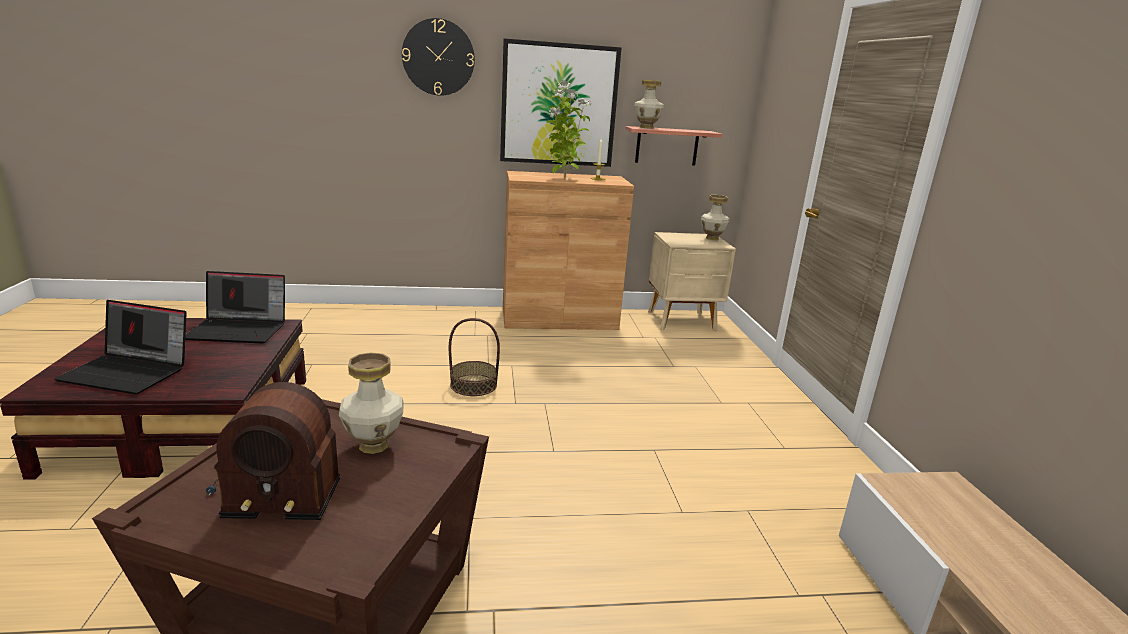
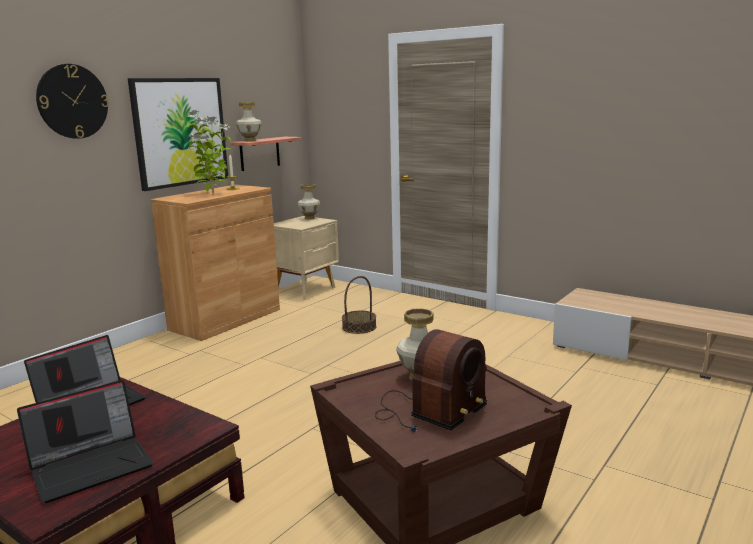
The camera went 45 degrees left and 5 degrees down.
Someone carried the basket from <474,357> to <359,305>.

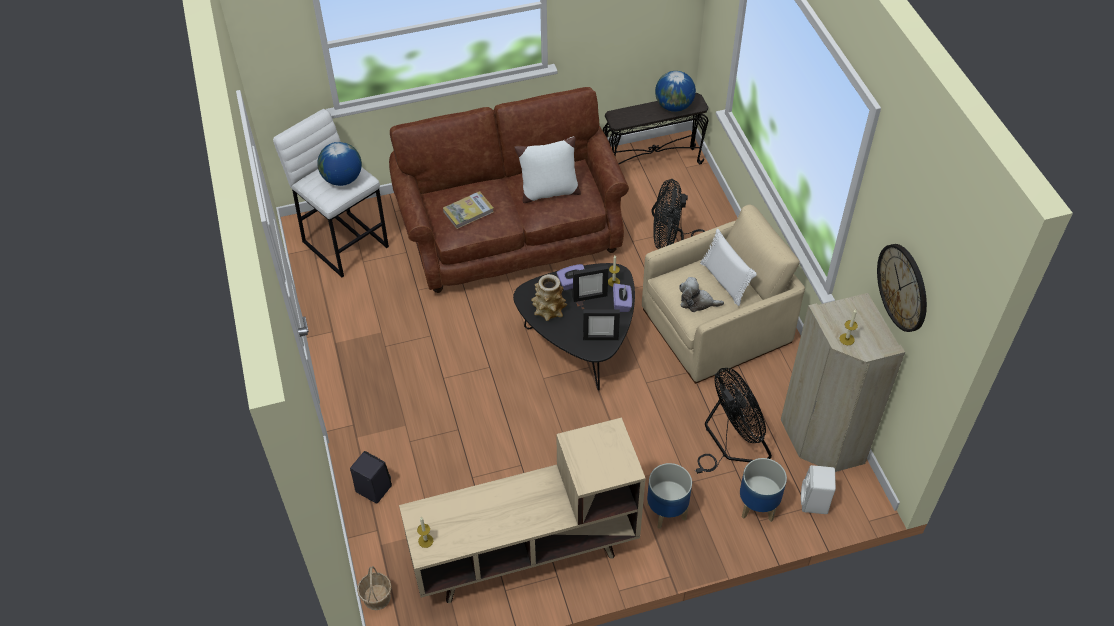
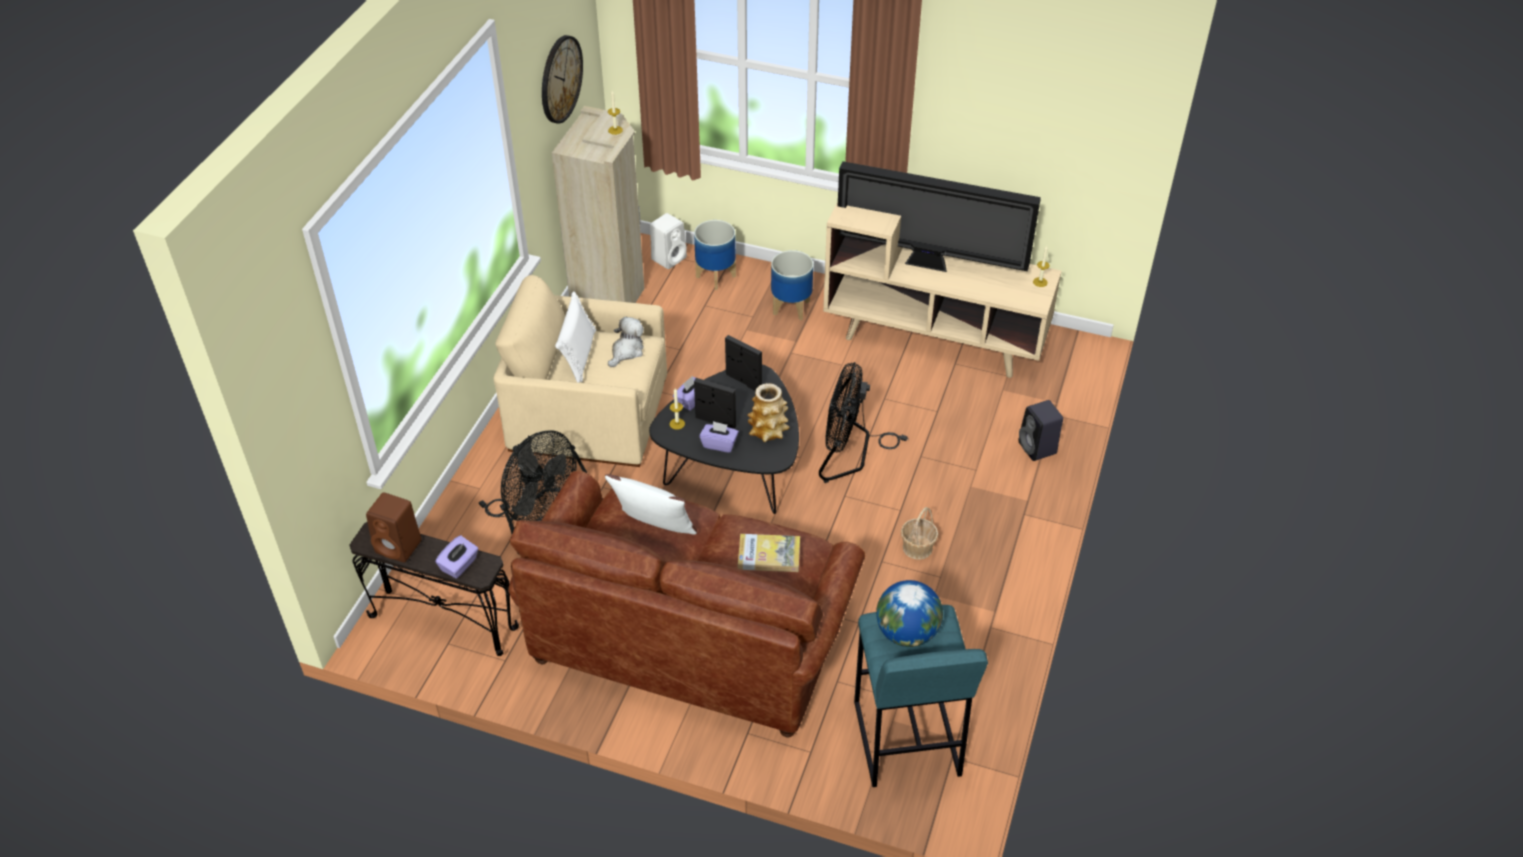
The camera went 145 degrees left and 5 degrees down.
Someone swapped the desk globe at <675,91> for the brown speaker at <394,527>.
Someone repainted the whitish sitting stool at <331,193>, which became the turquoise sitting stool at <921,696>.
Someone rotated the plush toy at <702,294> by 105 degrees counterclockwise.
Someone carried the black-coloured cooling fan from <733,421> to <863,422>.
Someone carried the basket from <374,588> to <919,533>.
Someone put down the TV set at <939,216>.
Someone put down the purple-coloured box of tissues at <456,556>.

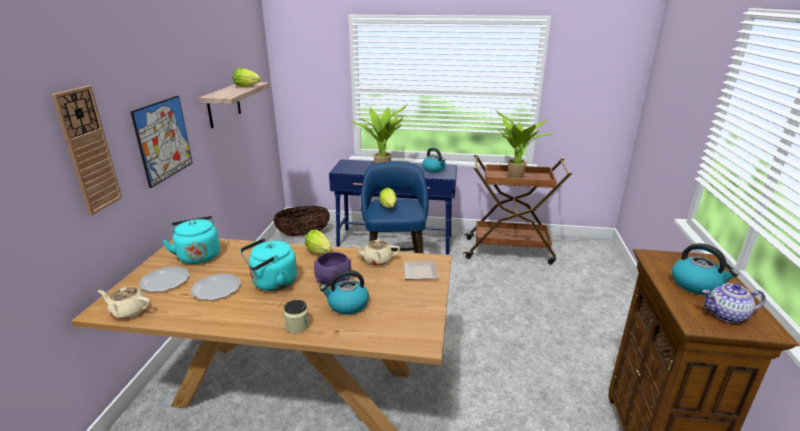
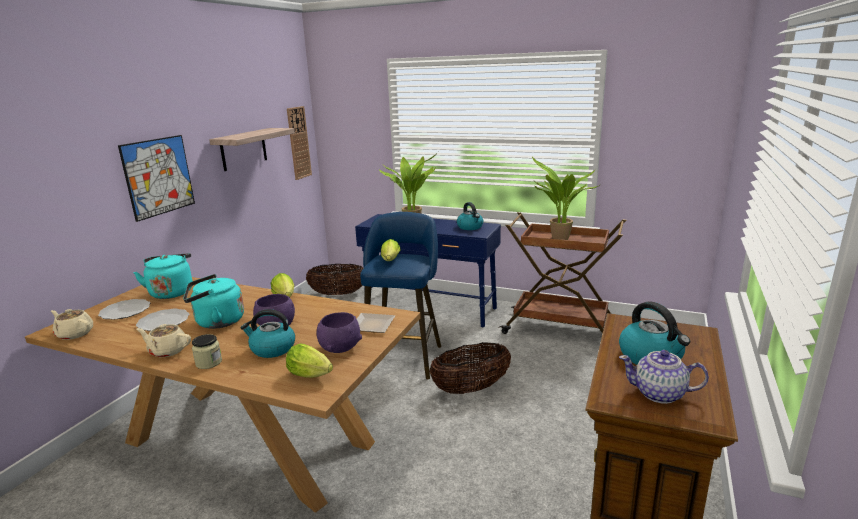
The camera went 15 degrees right and 5 degrees down.
Someone carried the lettuce head from <247,77> to <309,361>.
Someone carried the hanging clock from <86,150> to <299,143>.
Someone carried the beige-coloured pot for tea from <376,252> to <163,340>.
Someone put down the purple-coloured serving bowl at <339,332>.
Someone put down the basket at <470,368>.

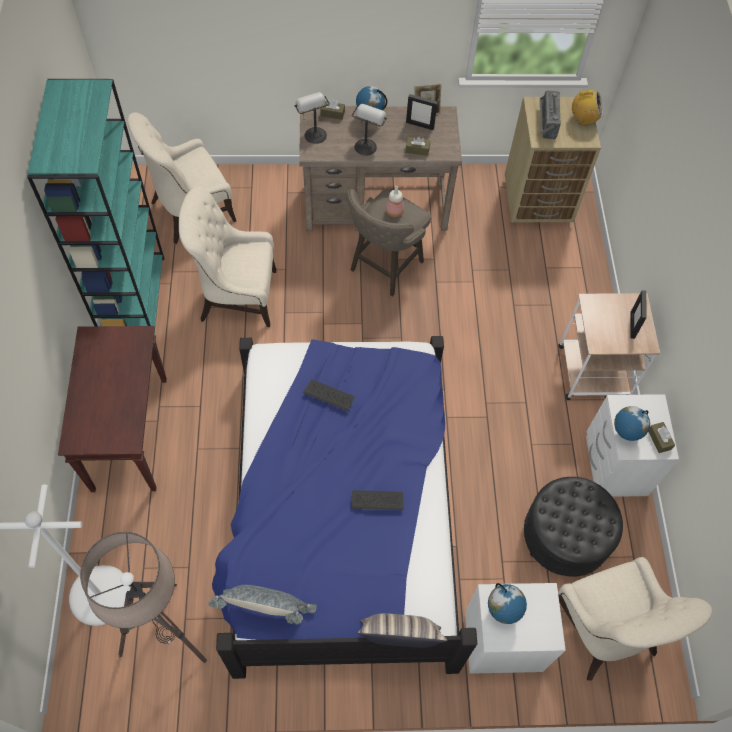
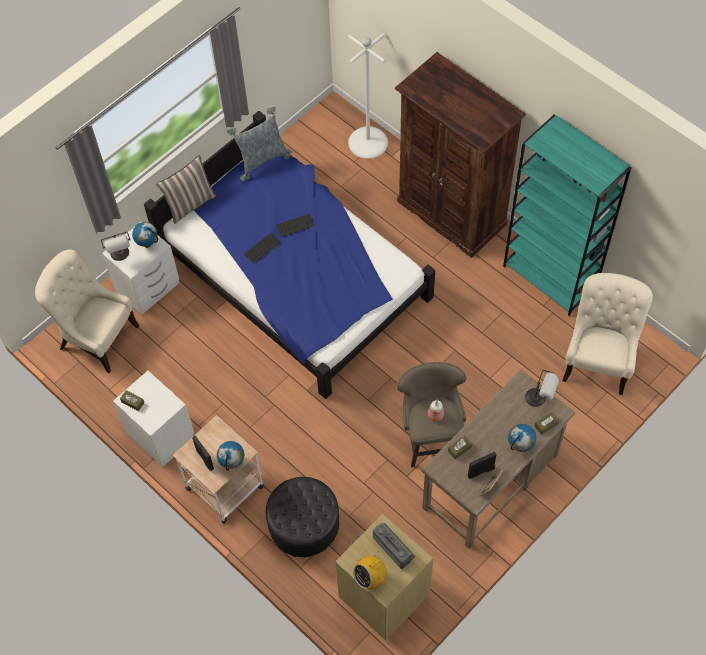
The camera went 140 degrees right and 0 degrees up.
Someone carried the table lamp from <369,130> to <116,246>.
Someone took away the beige-coloured easy chair at <228,256>.
Someone swapped the brown narrow table at <112,409> for the brown wardrobe at <460,155>.
Someone carried the keyboard from <329,395> to <295,225>.
Someone carried the desk globe from <632,423> to <230,456>.
Someone carried the black-coloured footrest from <573,527> to <302,517>.
Someone took away the standard lamp at <143,597>.

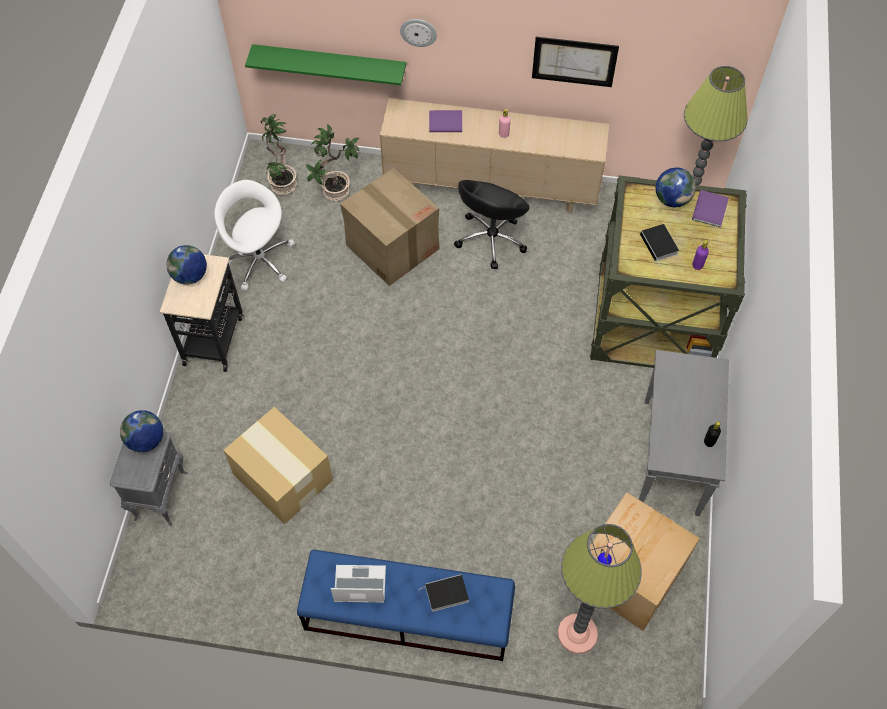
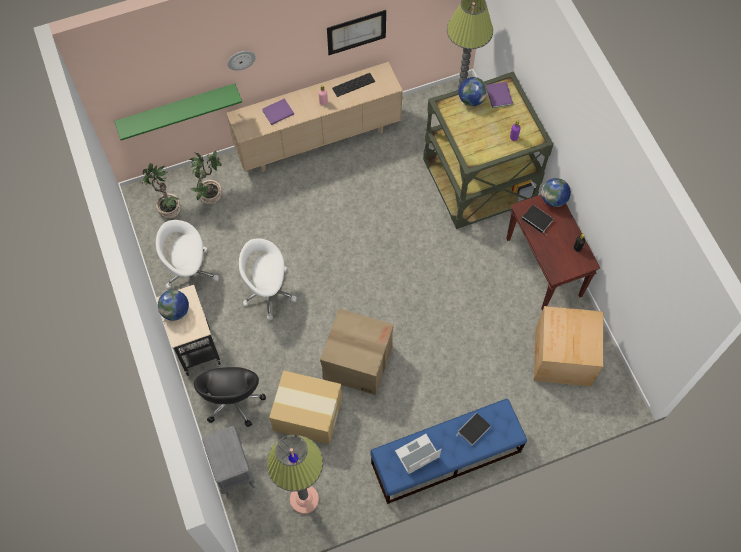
The camera went 30 degrees left and 5 degrees up.
Someone carried the packing box from <390,227> to <357,351>.
Someone carried the black-coloured desk chair from <492,224> to <230,397>.
Someone carried the bound book from <659,245> to <537,219>.
Someone repainted the gray narrow table at <684,433>, which became the brown narrow table at <553,253>.
Someone carried the desk globe from <141,431> to <556,192>.
Someone carried the standard lamp from <600,589> to <294,474>.
Someone put down the keyboard at <353,85>.
Someone put down the whitish desk chair at <268,279>.

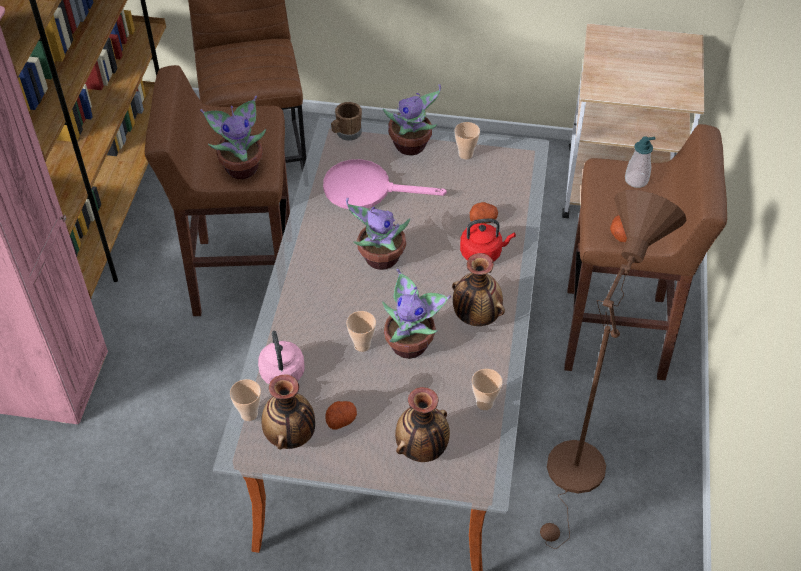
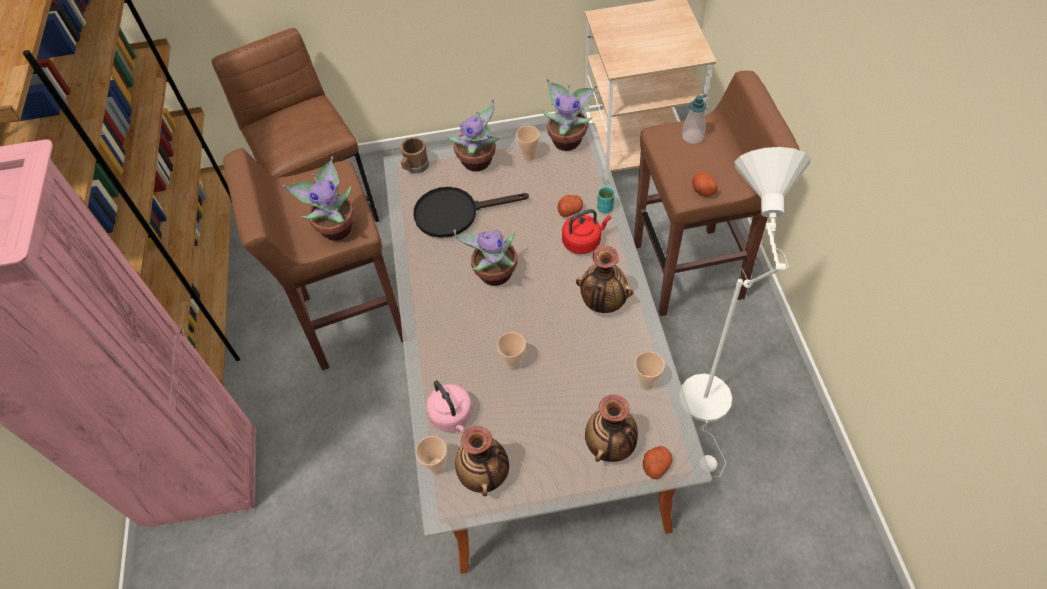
The camera went 15 degrees left and 5 degrees up.
Someone repainted the pink-coloured pan at <385,184>, which became the black-coloured pan at <471,212>.
Someone repainted the brown standard lamp at <613,369>, which became the whitish standard lamp at <746,312>.
Someone carried the plant in a pot from <416,314> to <569,115>.
Someone carried the potato from <341,415> to <657,462>.
Someone put down the turquoise drinking cup at <606,200>.

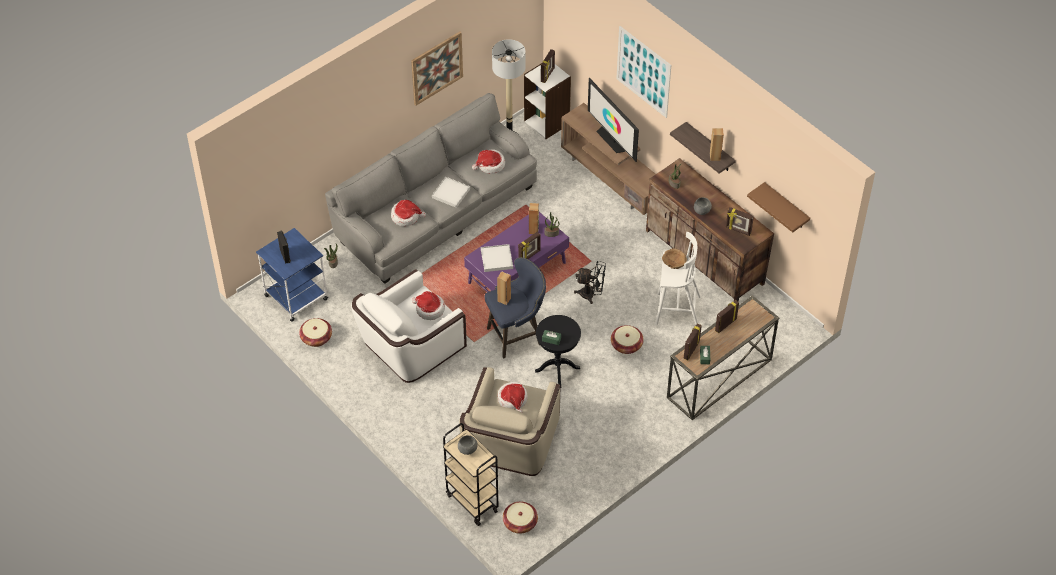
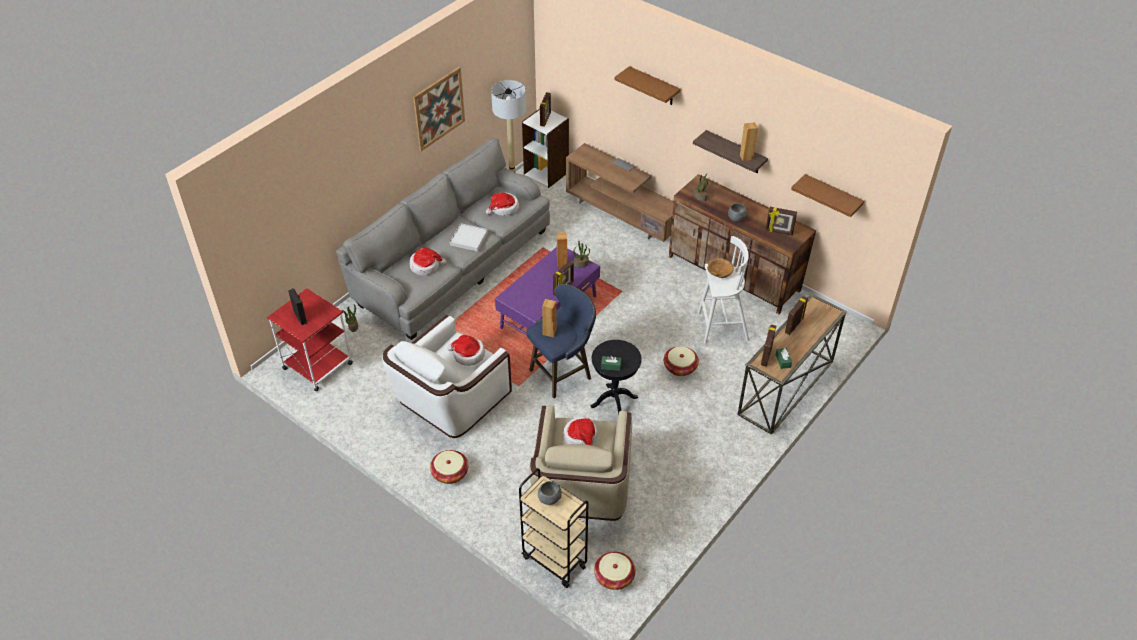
The camera went 10 degrees left and 5 degrees down.
Someone swapped the wall picture at <643,72> for the brown wall shelf at <647,85>.
Someone took away the TV set at <613,120>.
Someone repainted the blue trolley at <292,274>, which became the red trolley at <310,339>.
Someone took away the whitish serving tray at <497,258>.
Someone took away the black-coloured cooling fan at <590,282>.
Someone carried the basket from <315,332> to <449,467>.

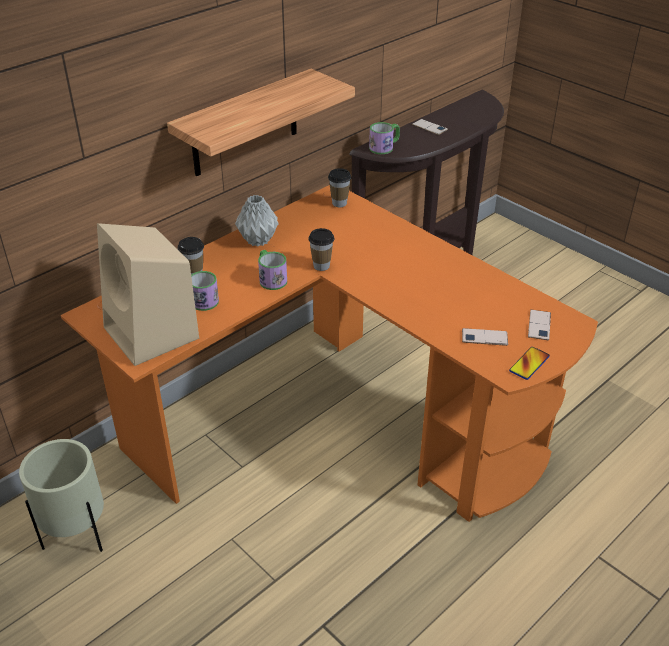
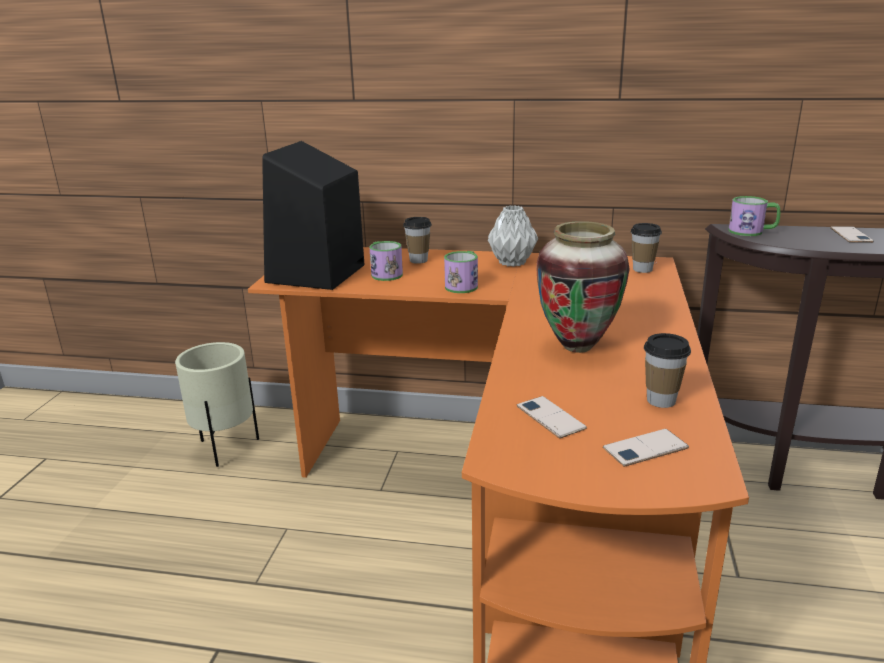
The camera went 55 degrees right and 15 degrees down.
Someone took away the wall shelf at <261,122>.
Someone repainted the beige-coloured speaker at <148,294>, which became the black-coloured speaker at <313,215>.
Someone carried the drinking cup from <321,249> to <667,370>.
Someone took away the telephone at <529,363>.
Someone put down the vase at <582,287>.

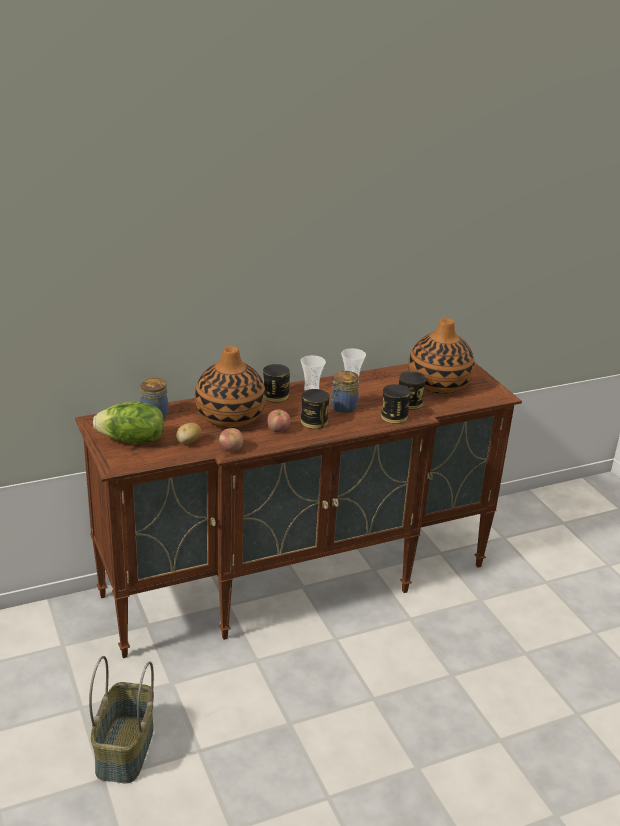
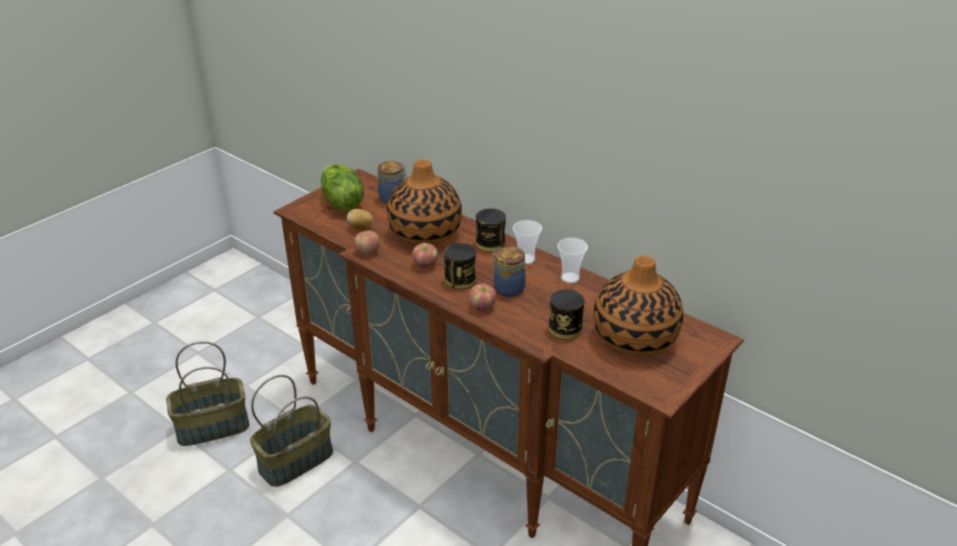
The camera went 65 degrees right and 5 degrees up.
Someone took away the sealed can at <395,404>.
Someone put down the apple fruit at <482,297>.
Someone put down the basket at <291,431>.

